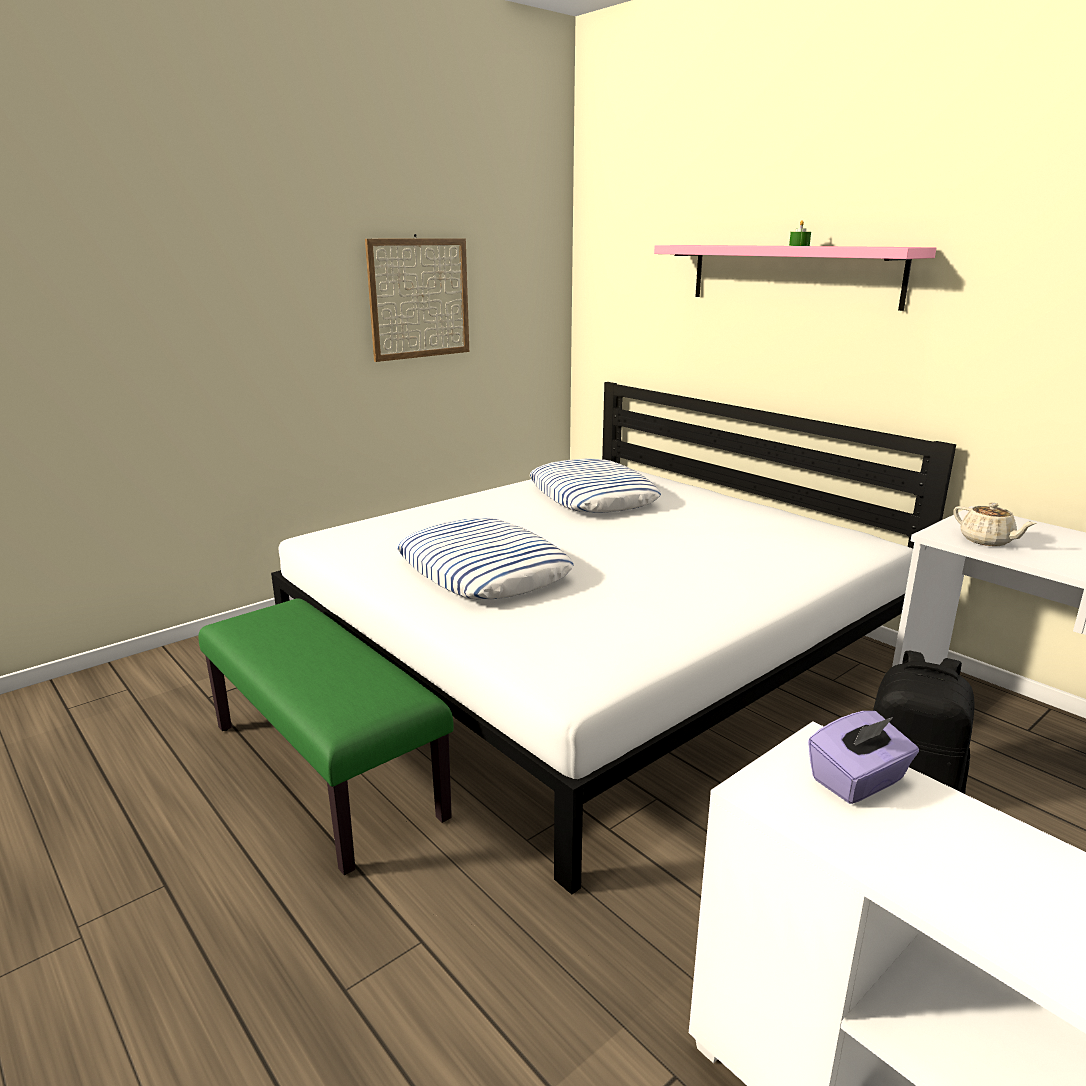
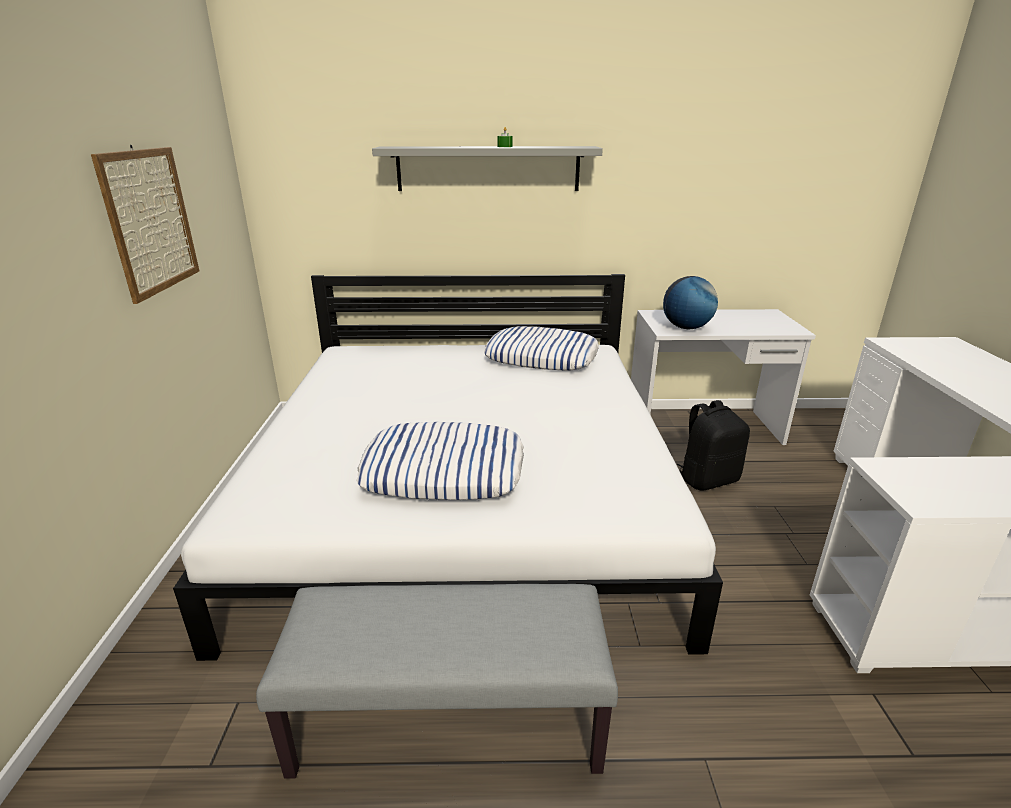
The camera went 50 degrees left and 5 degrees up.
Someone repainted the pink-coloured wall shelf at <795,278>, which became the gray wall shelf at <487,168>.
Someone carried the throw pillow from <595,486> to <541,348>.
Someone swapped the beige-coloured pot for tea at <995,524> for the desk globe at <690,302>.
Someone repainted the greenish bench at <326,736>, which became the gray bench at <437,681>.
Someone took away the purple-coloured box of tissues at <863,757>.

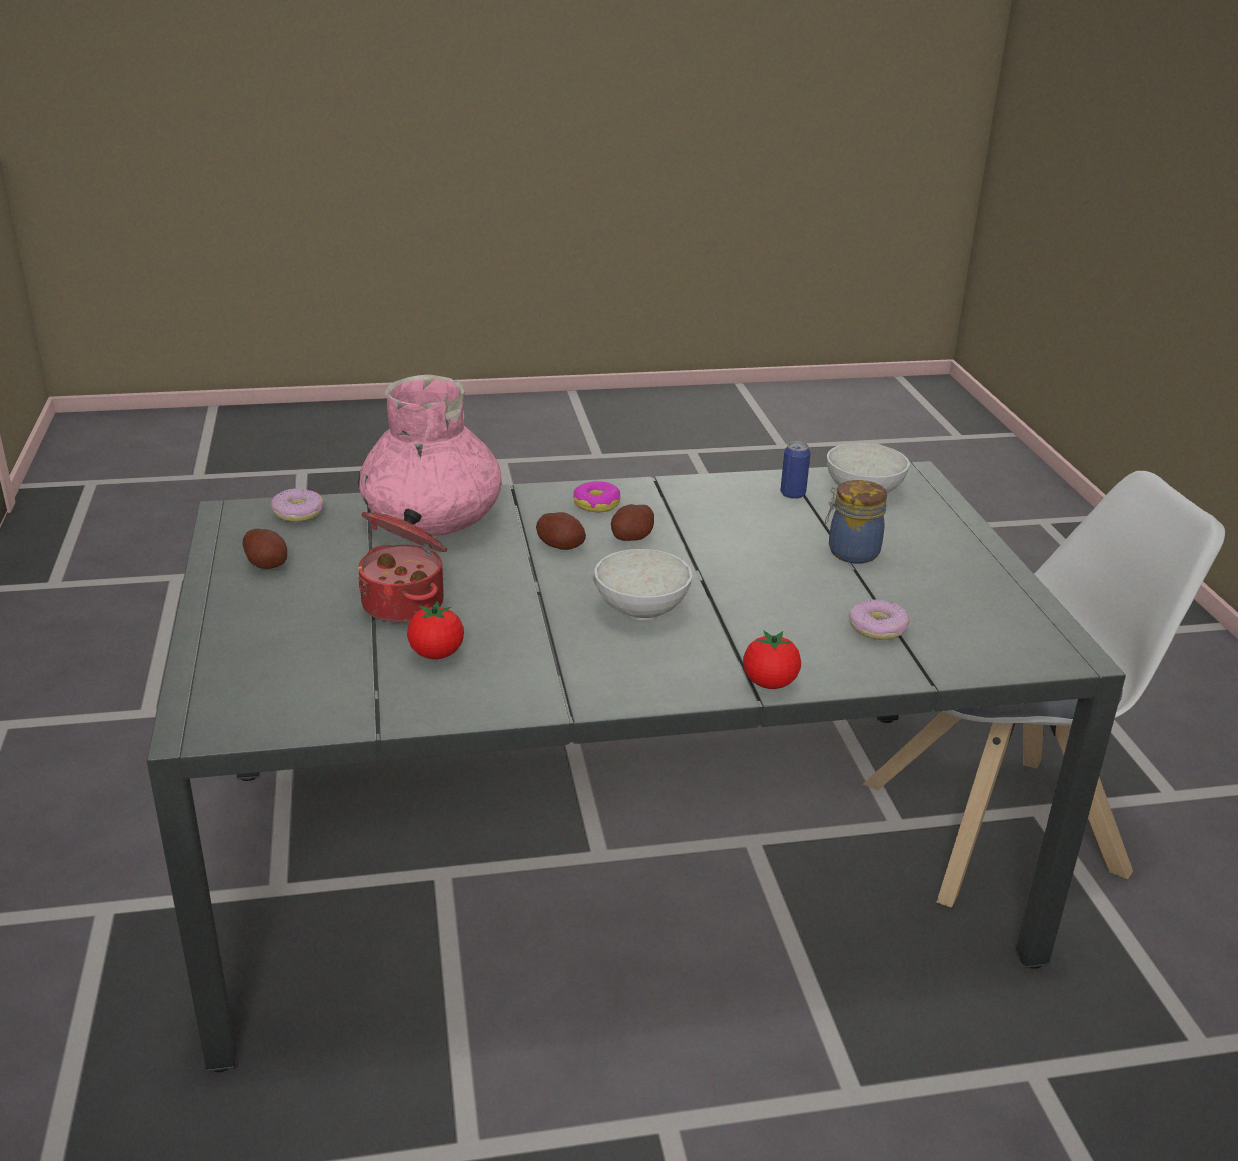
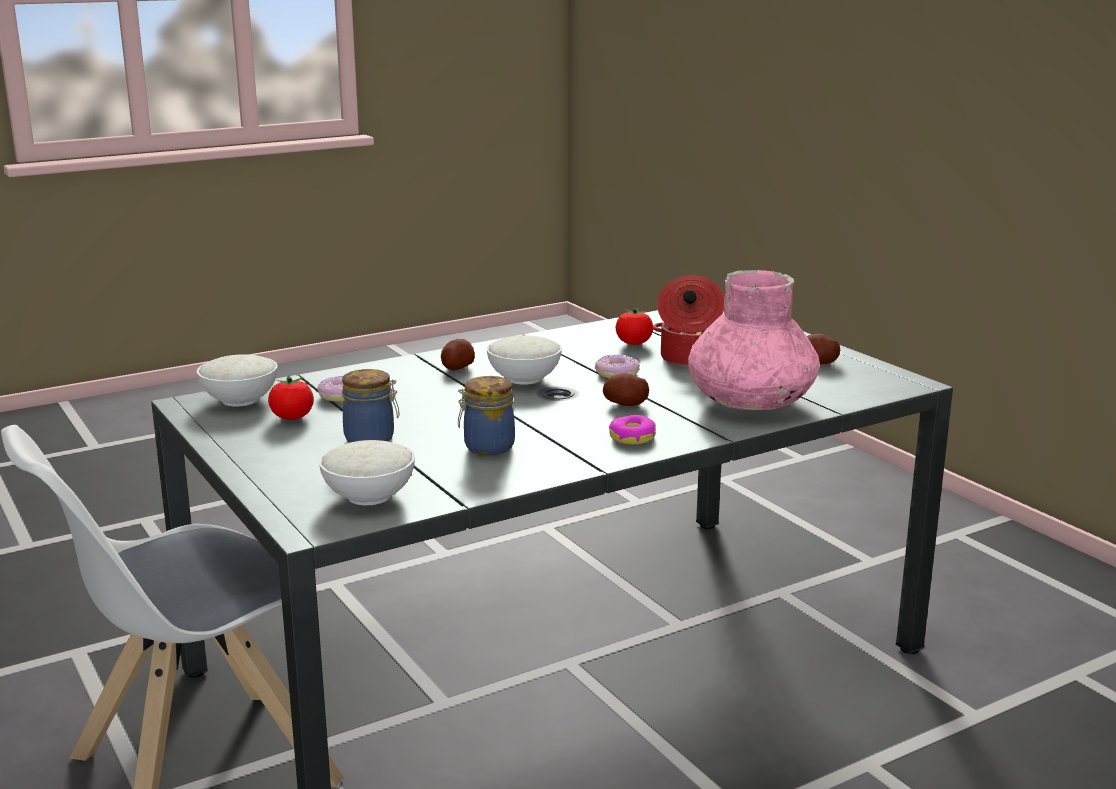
The camera went 160 degrees right and 10 degrees down.
Someone took away the sealed can at <795,470>.
Someone carried the donut from <297,505> to <617,366>.
Someone carried the potato from <632,522> to <458,354>.
Someone carried the whole tomato from <772,659> to <291,397>.
Someone put down the whitish serving bowl at <237,380>.
Someone put down the jar at <486,415>.

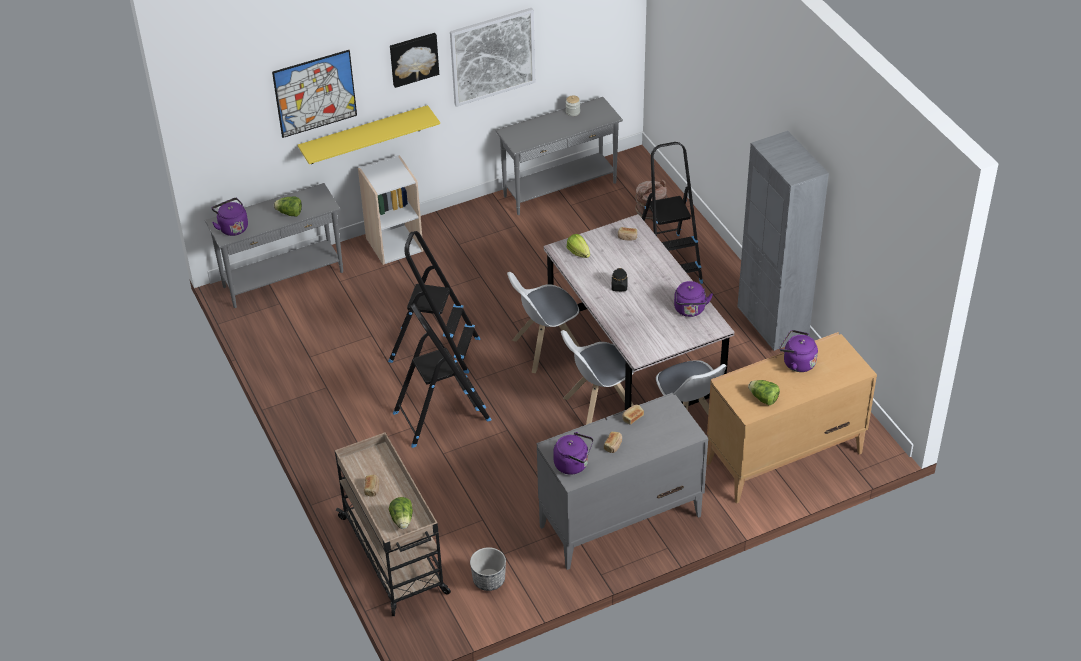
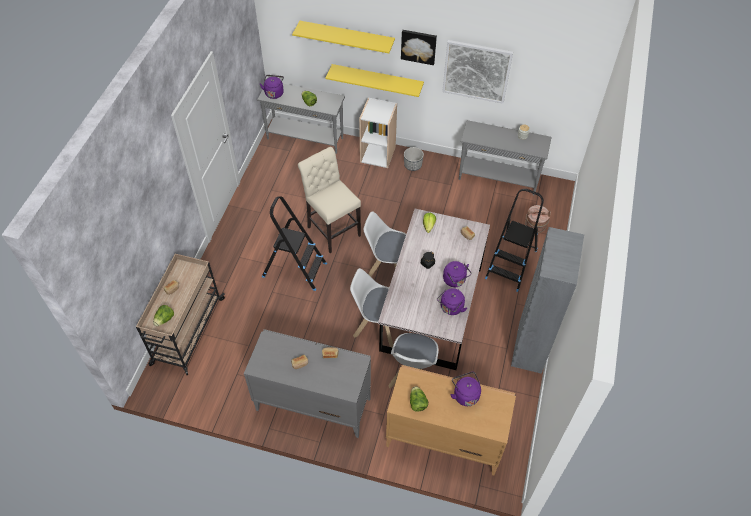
The camera went 40 degrees right and 10 degrees up.
Someone swapped the wall picture at <314,94> for the yellow-coloured wall shelf at <343,37>.
Someone swapped the black-coloured stepladder at <434,302> for the beige-coloured sitting stool at <329,200>.
Someone carried the purple-coloured tea kettle from <573,453> to <457,274>.
Someone carried the plant pot from <488,569> to <414,159>.

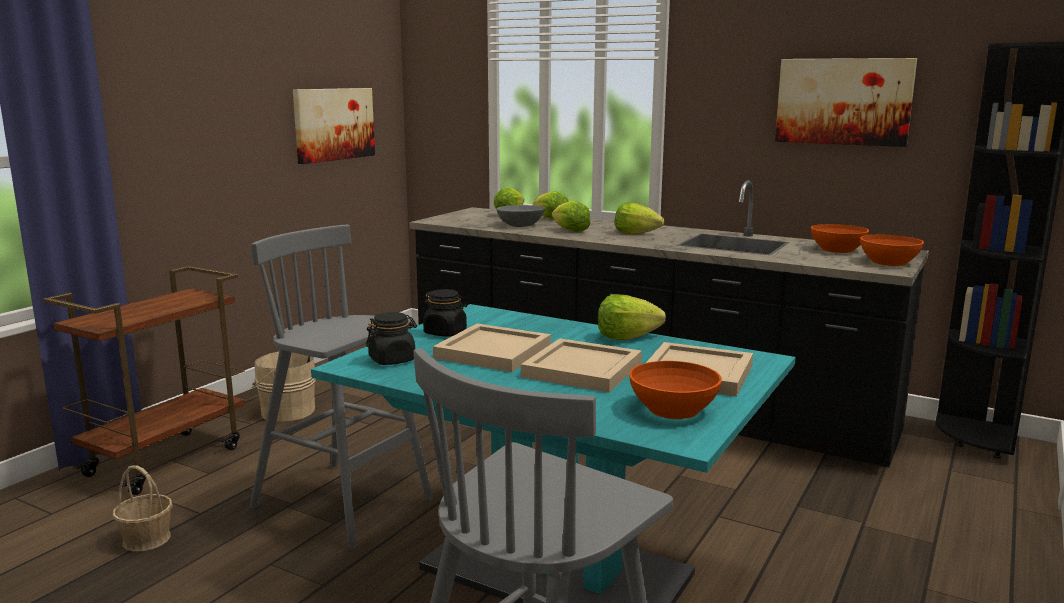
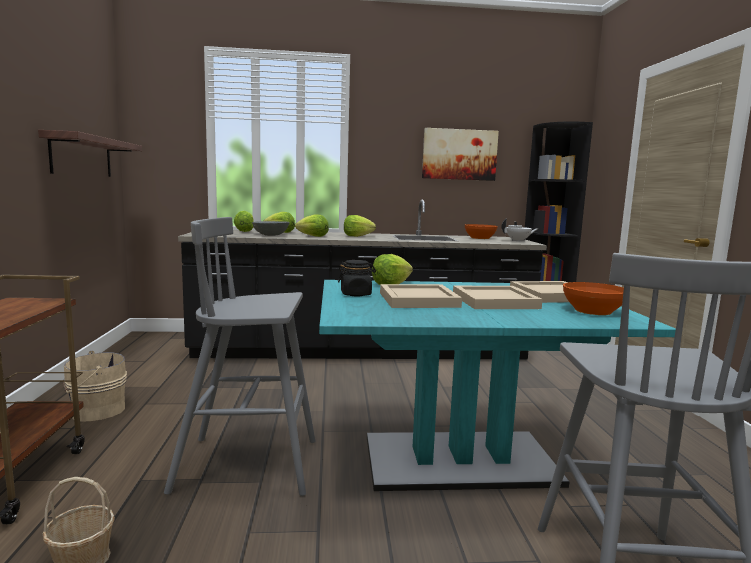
The camera went 35 degrees left and 5 degrees down.
Someone swapped the wall picture at <334,126> for the wall shelf at <90,153>.
Someone swapped the orange-coloured serving bowl at <892,250> for the whitish pot for tea at <519,230>.
Someone carried the lettuce head from <632,317> to <392,269>.
Someone took away the black-coloured jar at <391,338>.

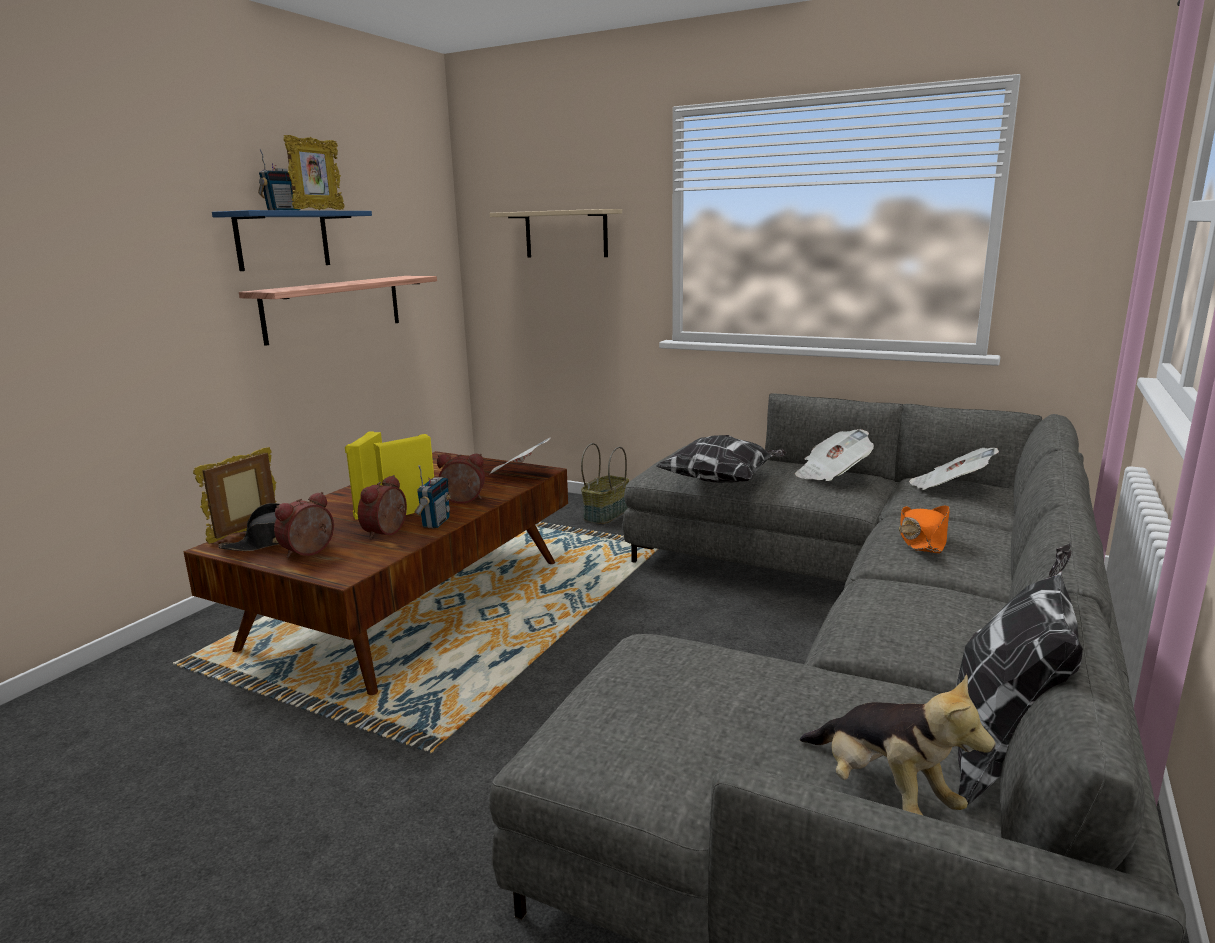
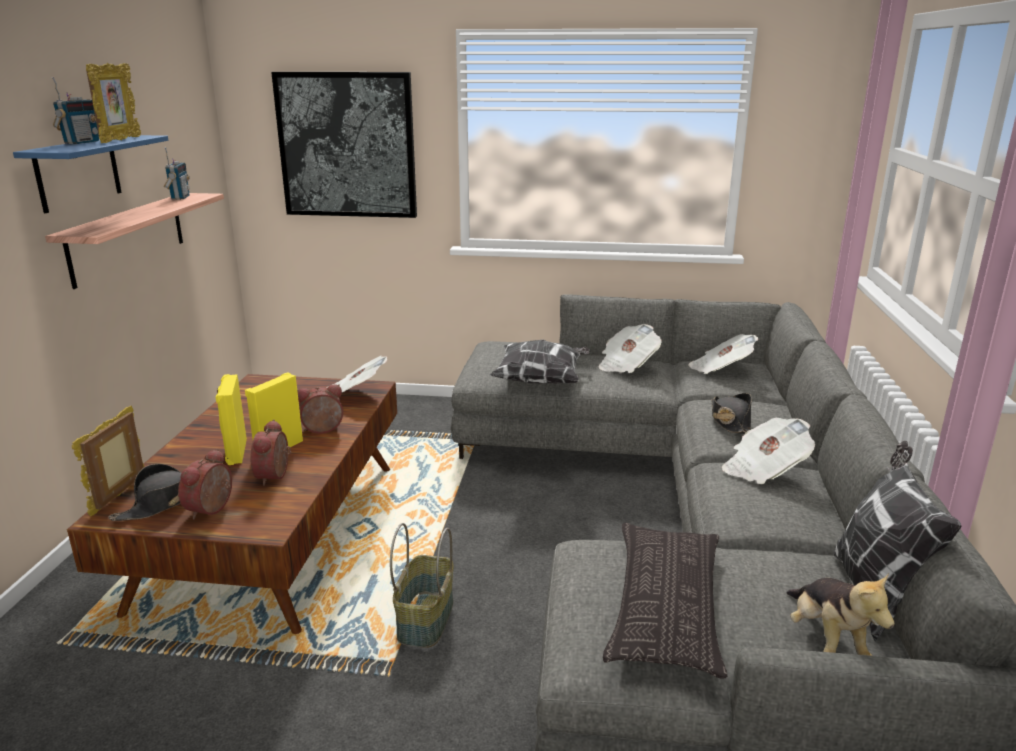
The camera went 20 degrees left and 5 degrees up.
Someone swapped the beige-coloured wall shelf at <556,233> for the wall picture at <344,145>.
Someone carried the basket from <605,483> to <422,585>.
Someone carried the radio receiver from <432,496> to <177,173>.
Someone repainted the orange-coloured wearable hat at <924,529>, which became the black-coloured wearable hat at <732,413>.
Someone rotated the plush toy at <897,744> by 45 degrees clockwise.
Someone put down the daily paper at <768,451>.
Someone put down the throw pillow at <665,601>.

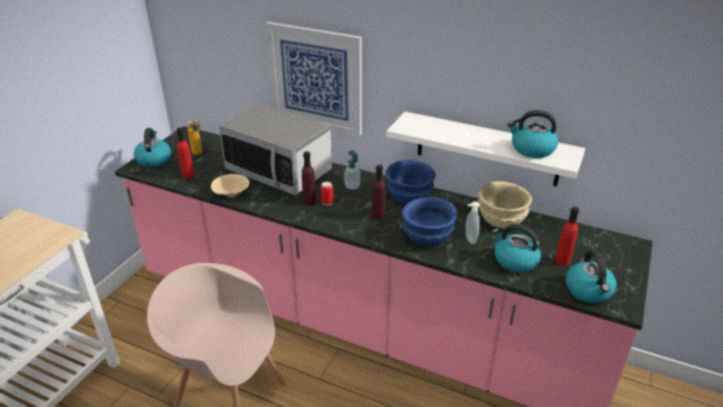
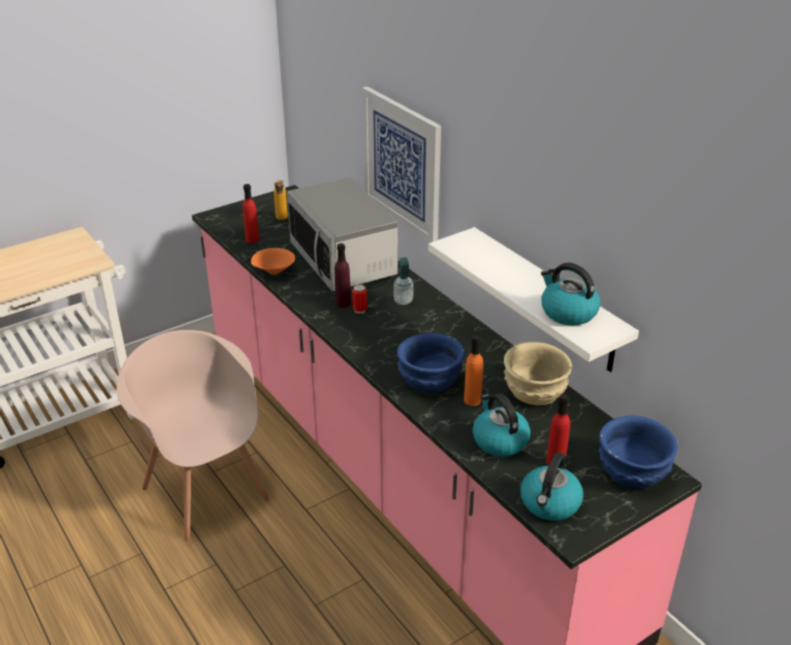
The camera went 30 degrees right and 0 degrees up.
Someone took away the tea kettle at <152,147>.
Someone carried the blue serving bowl from <410,182> to <638,452>.
Someone took away the purple-coloured beverage bottle at <379,192>.
Someone repainted the beige-coloured serving bowl at <230,186>, which became the orange-coloured serving bowl at <273,261>.
Someone swapped the soap dispenser at <473,223> for the orange-coloured beverage bottle at <473,370>.

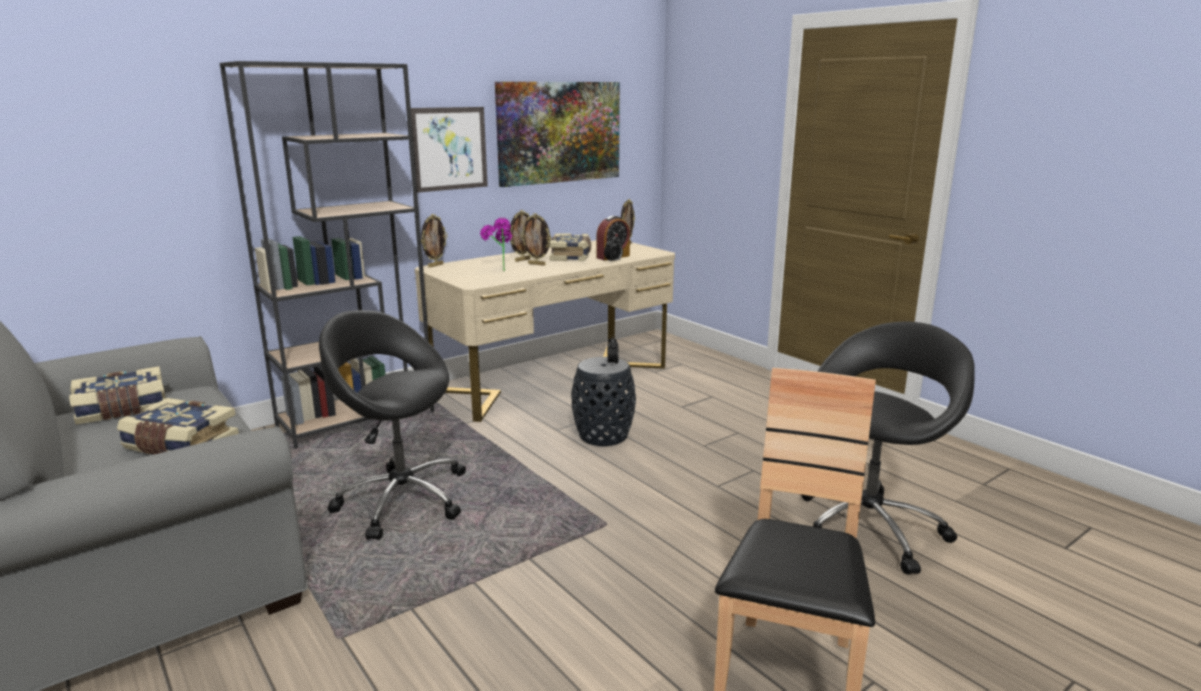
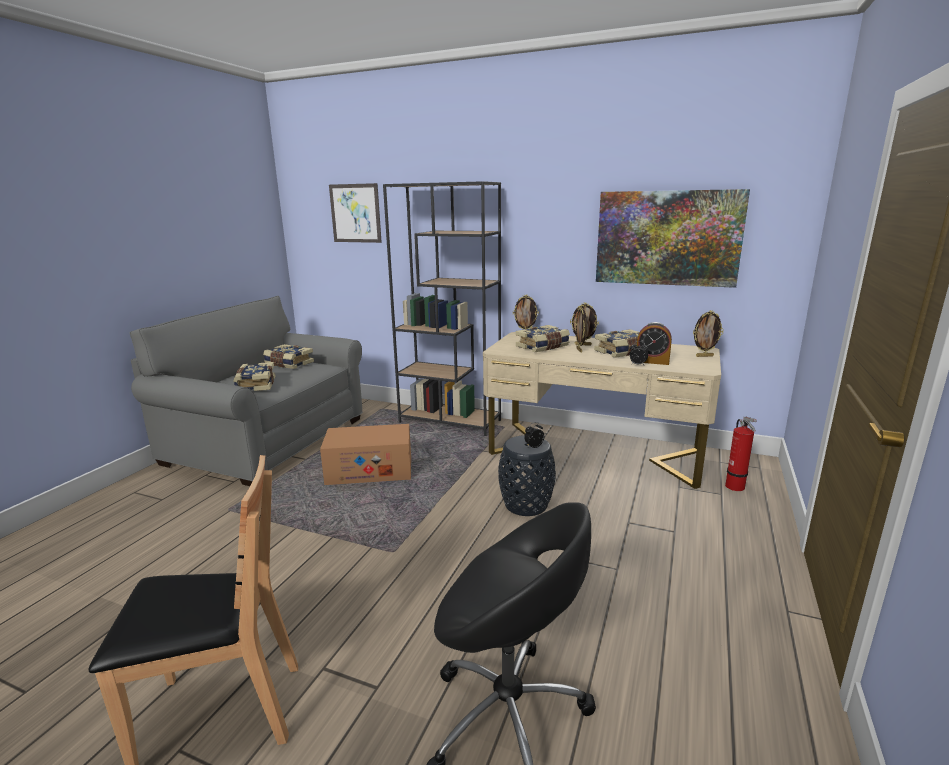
The camera went 60 degrees right and 0 degrees up.
Someone carried the wall picture from <449,150> to <355,213>.
Someone swapped the plant in a pot at <496,245> for the bound book at <543,338>.
Someone swapped the black-coloured desk chair at <392,425> for the packing box at <365,454>.
Someone put down the extinguisher at <740,454>.

